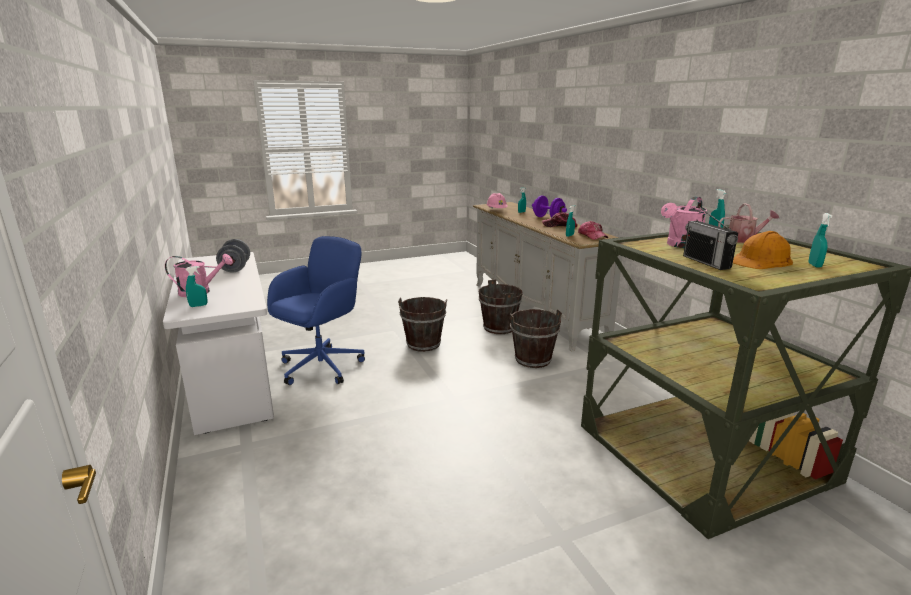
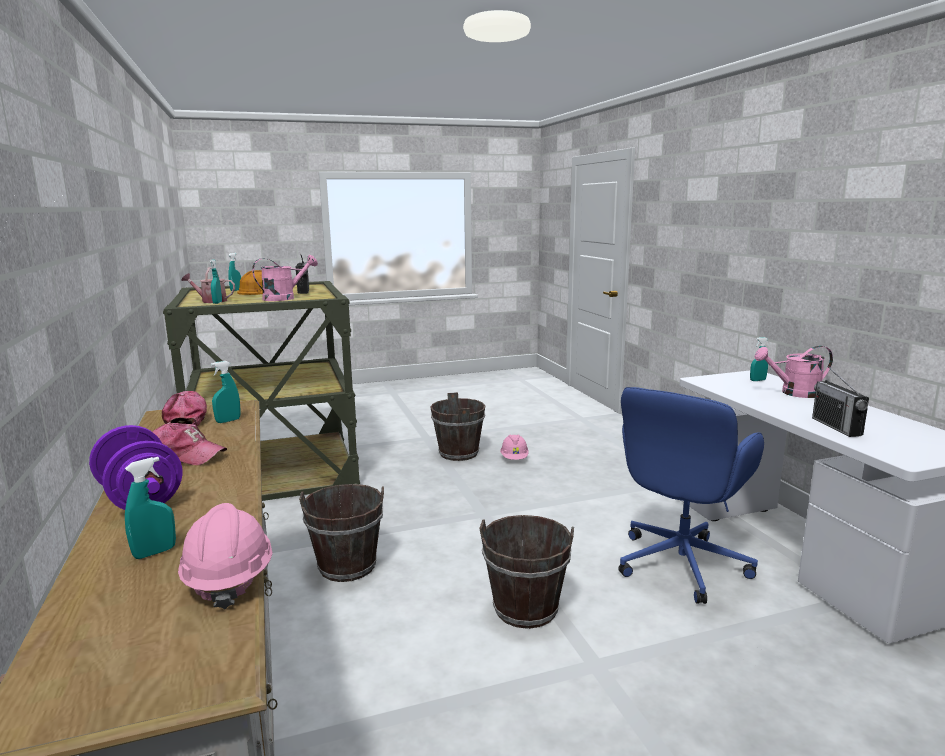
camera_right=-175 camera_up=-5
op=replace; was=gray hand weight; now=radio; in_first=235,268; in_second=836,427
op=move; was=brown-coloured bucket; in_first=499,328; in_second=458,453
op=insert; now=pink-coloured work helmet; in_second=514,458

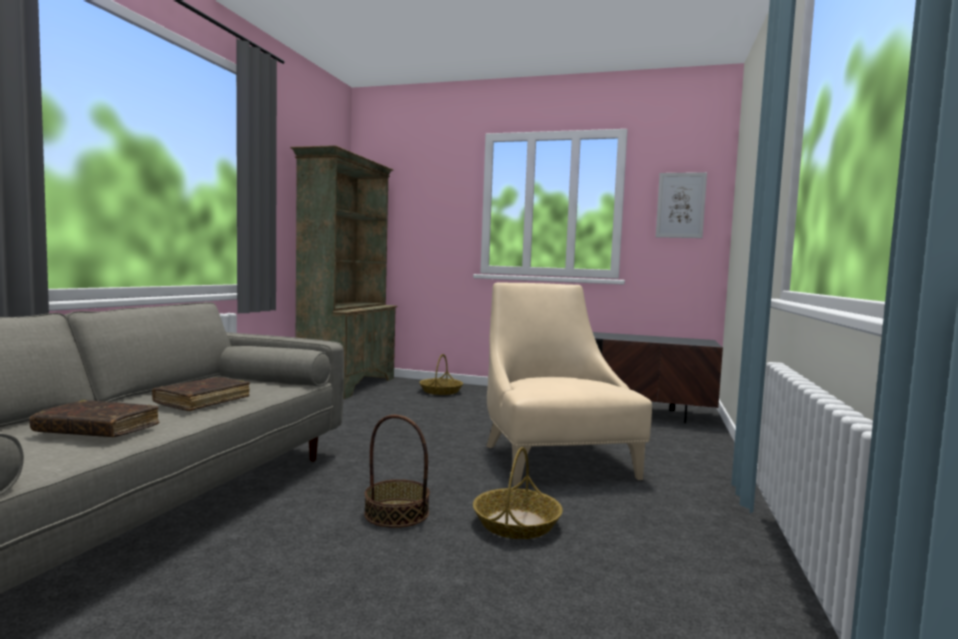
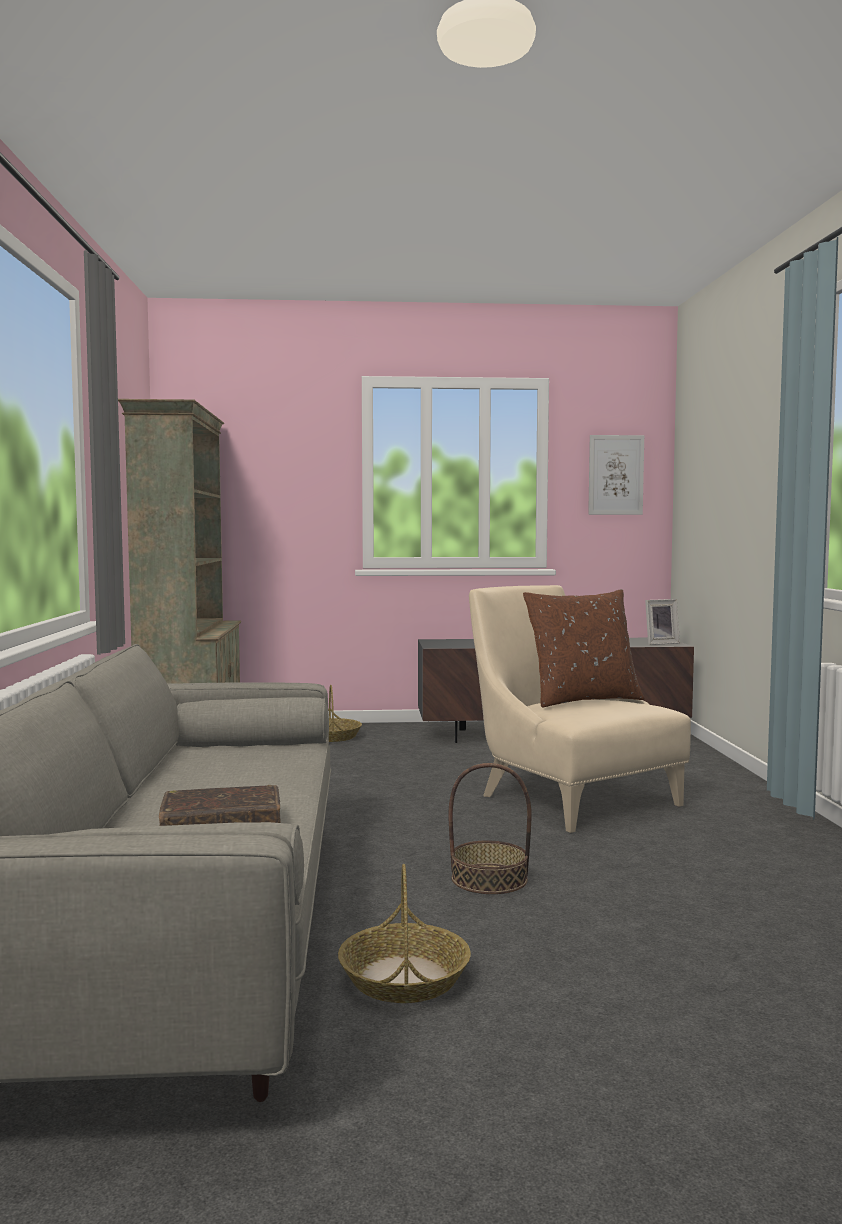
camera_right=-20 camera_up=0
op=delete; was=brown-coloured volume; in_first=203,401
op=move; was=household basket; in_first=516,524; in_second=404,978
op=insert; now=brown-coloured pillow; in_second=582,700
op=insert; now=photo frame; in_second=659,643

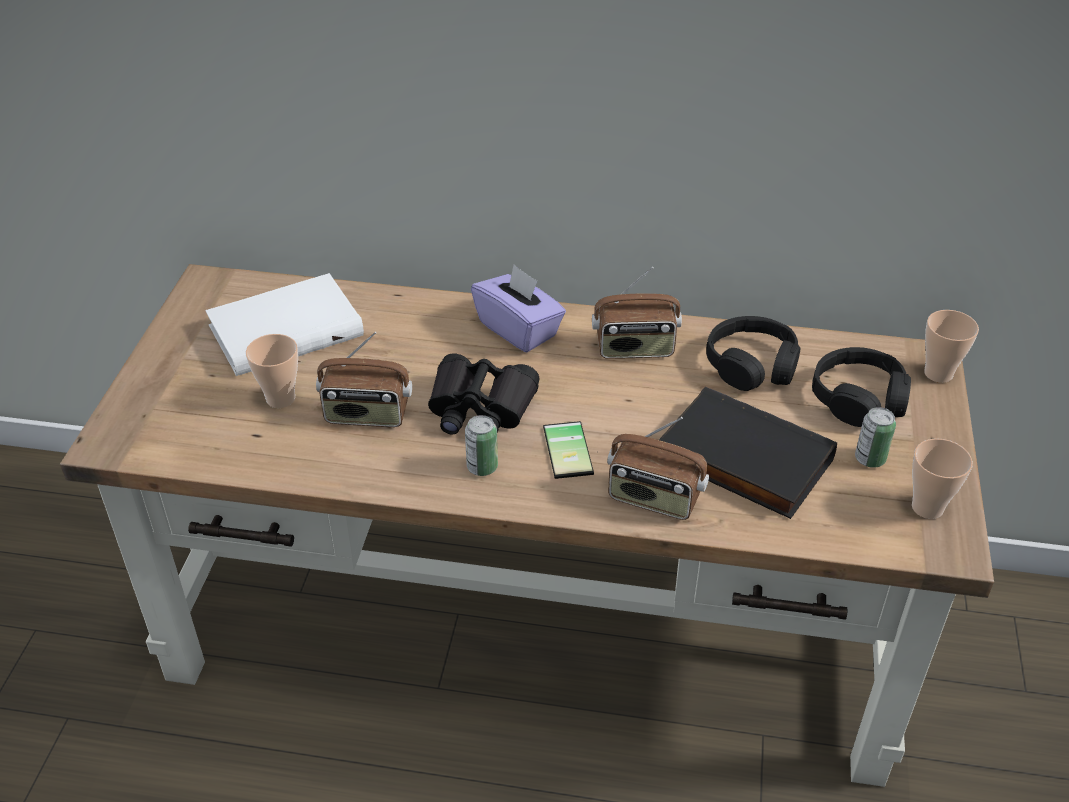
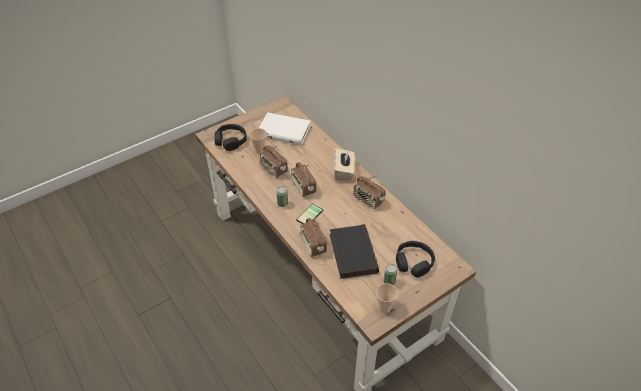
camera_right=45 camera_up=5
op=replace; was=blackish field glasses; now=radio; in_first=480,408; in_second=303,187
op=recolor; was=purple box of tissues; now=sand-coloured box of tissues; in_first=519,329; in_second=344,171
op=move; was=blackish headset; in_first=752,365; in_second=231,141
op=delete; was=cup; in_first=938,373

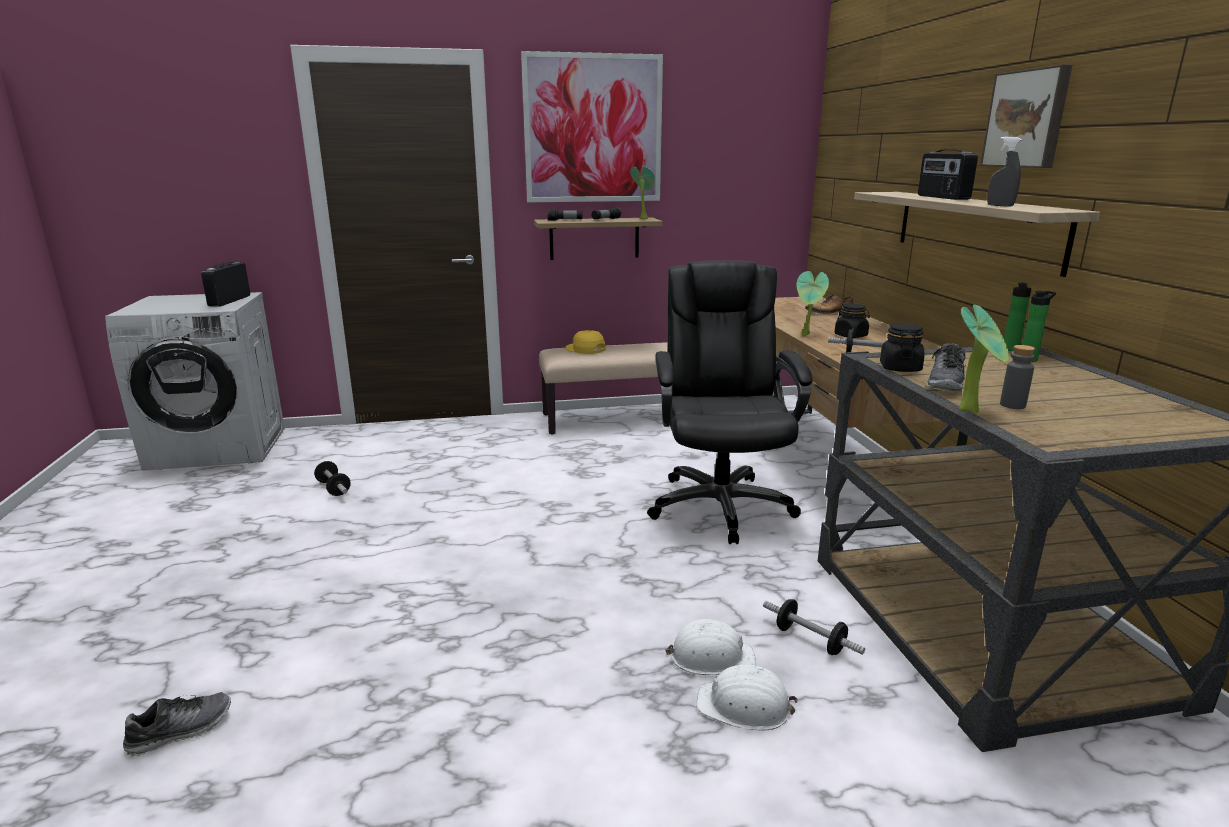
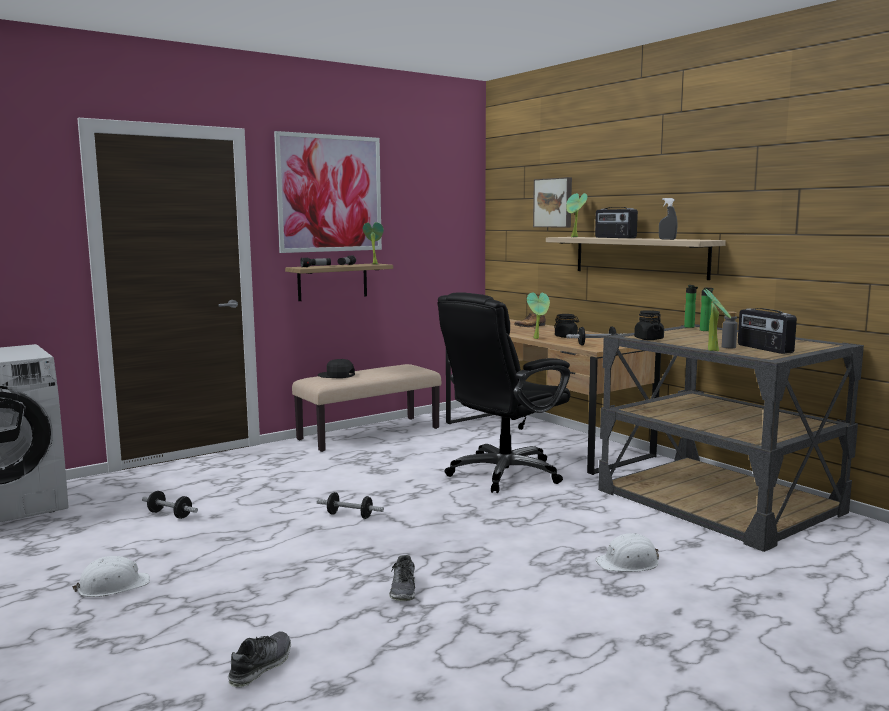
camera_right=-25 camera_up=-10
op=move; was=radio; in_first=229,301; in_second=764,349
op=recolor; was=yellowish cap; now=blackish cap; in_first=585,349; in_second=336,375
op=rotate; was=blackish desk chair; in_first=720,506; in_second=504,473; clockwise=-105
op=move; was=whitish work helmet; in_first=711,657; in_second=113,586
op=move; was=hand weight; in_first=810,640; in_second=350,515
op=move; was=shoe; in_first=946,383; in_second=404,590
op=move; was=picture; in_first=1027,119; in_second=554,203
op=insert; now=houseplant; in_second=574,237

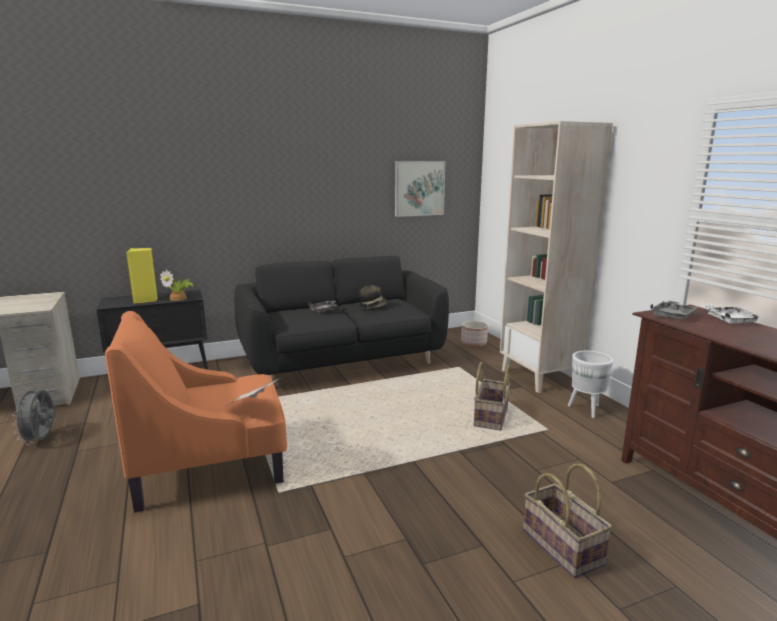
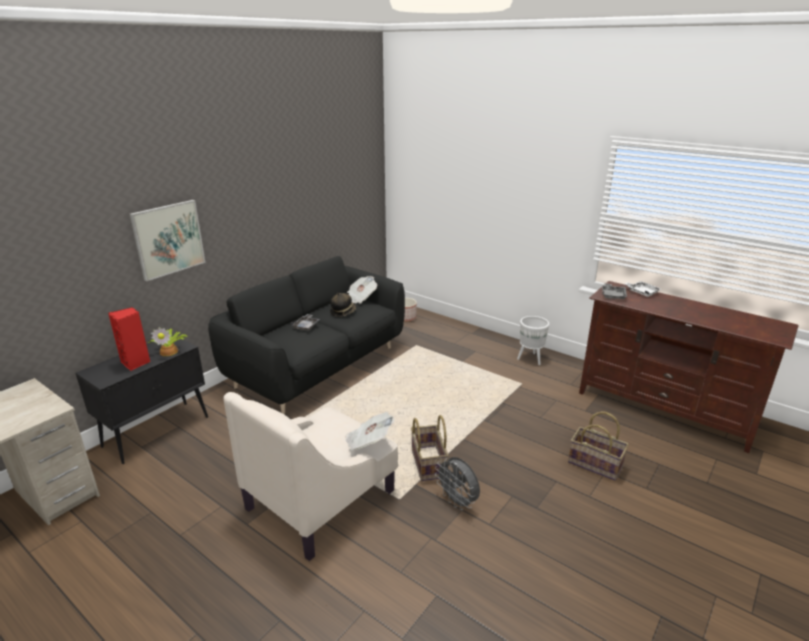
camera_right=-30 camera_up=10
op=move; was=gray electric fan; in_first=41,440; in_second=458,502
op=recolor; was=orange easy chair; now=sand-coloured easy chair; in_first=212,465; in_second=322,499
op=recolor; was=yellowish speaker; now=red-coloured speaker; in_first=145,300; in_second=136,363
op=move; was=picture; in_first=419,188; in_second=168,239
op=move; was=household basket; in_first=490,417; in_second=427,463
op=delete; was=sand-coloured shelving unit; in_first=540,377
op=insert; now=printed paper; in_second=360,298

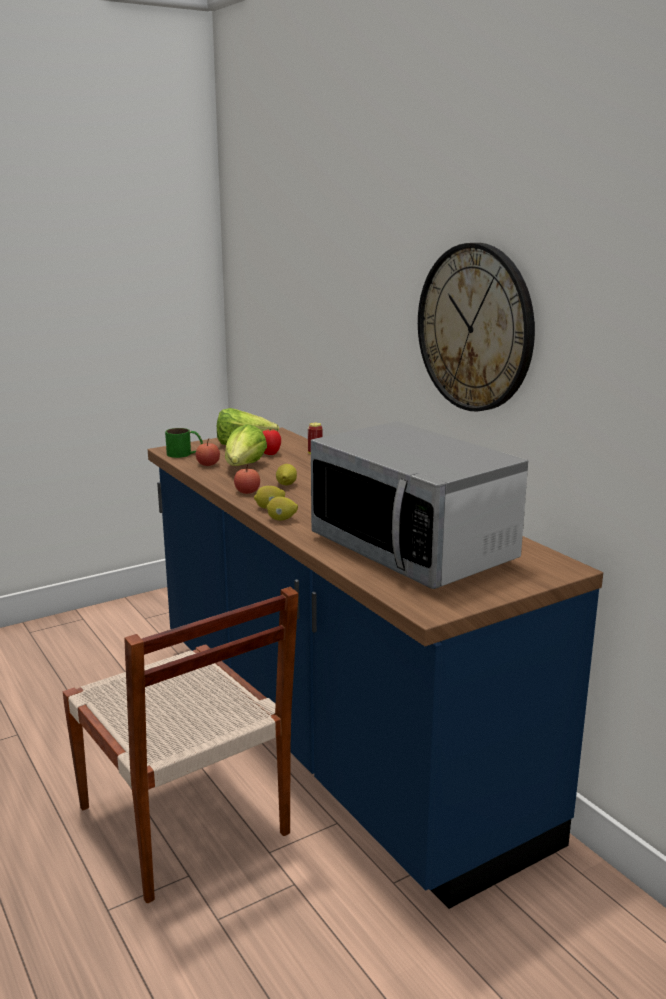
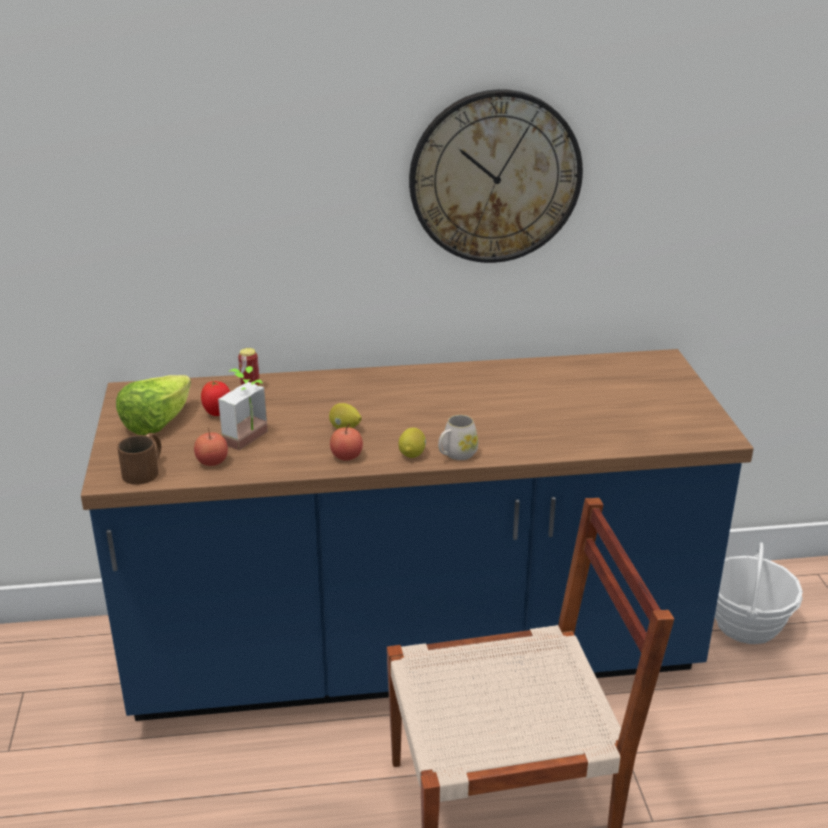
camera_right=-65 camera_up=10
op=recolor; was=green-coloured tea mug; now=brown-coloured tea mug; in_first=185,454; in_second=145,470
op=replace; was=lettuce head; now=houseplant; in_first=244,467; in_second=252,440
op=replace; was=lemon; now=whitish tea mug; in_first=281,519; in_second=456,455
op=delete; was=microwave oven; in_first=413,550
op=insert; now=household basket; in_second=746,624

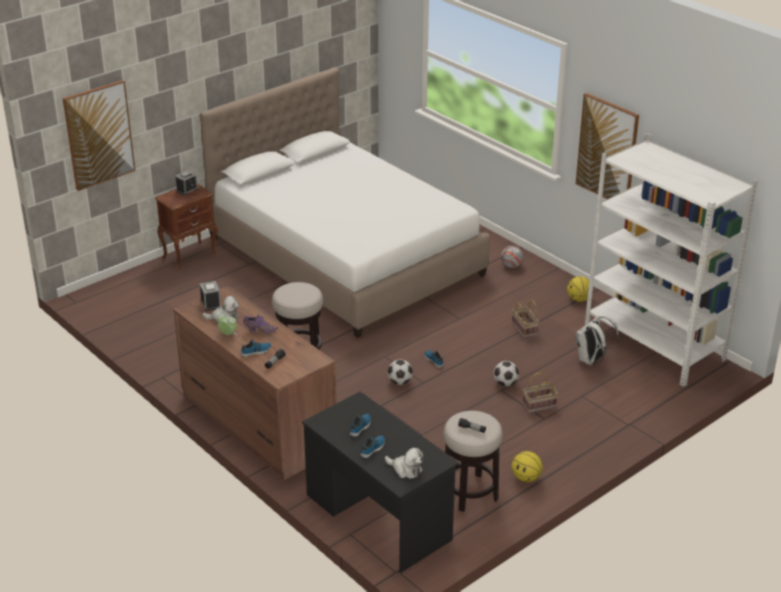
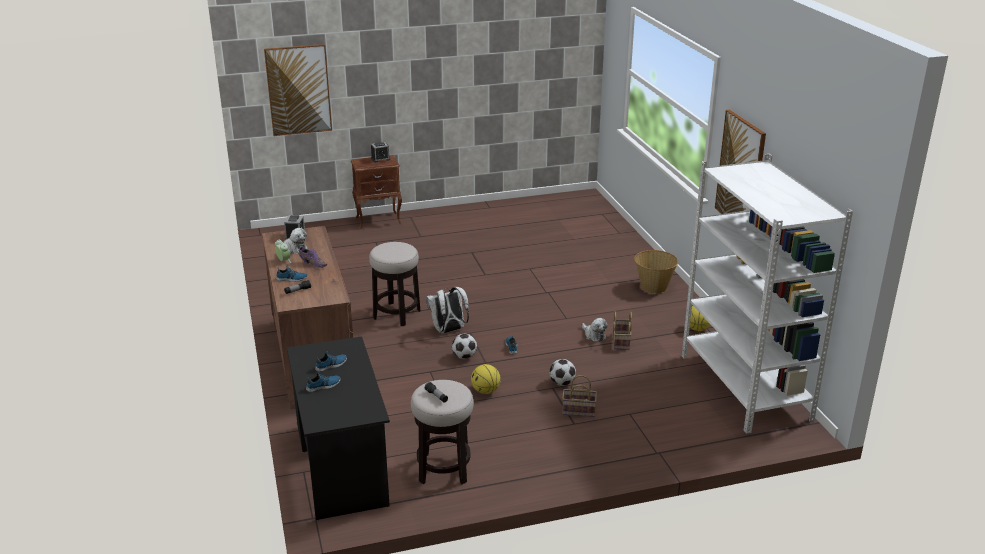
camera_right=25 camera_up=-5
op=delete; was=whitish sleeping bed; in_first=345,256
op=move; was=plush toy; in_first=405,469; in_second=594,335
op=replace; was=ball for football; now=household basket; in_first=511,266; in_second=653,287
op=move; was=ball for basketball; in_first=526,478; in_second=485,391
op=move; was=whitish rucksack; in_first=591,360; in_second=448,330

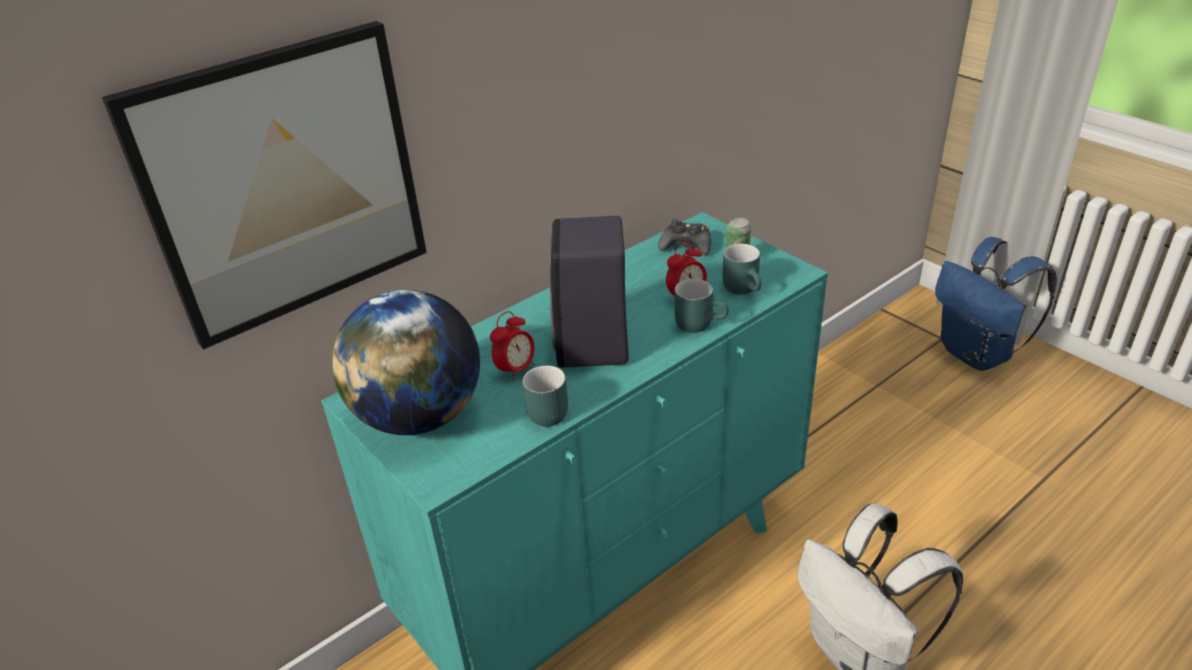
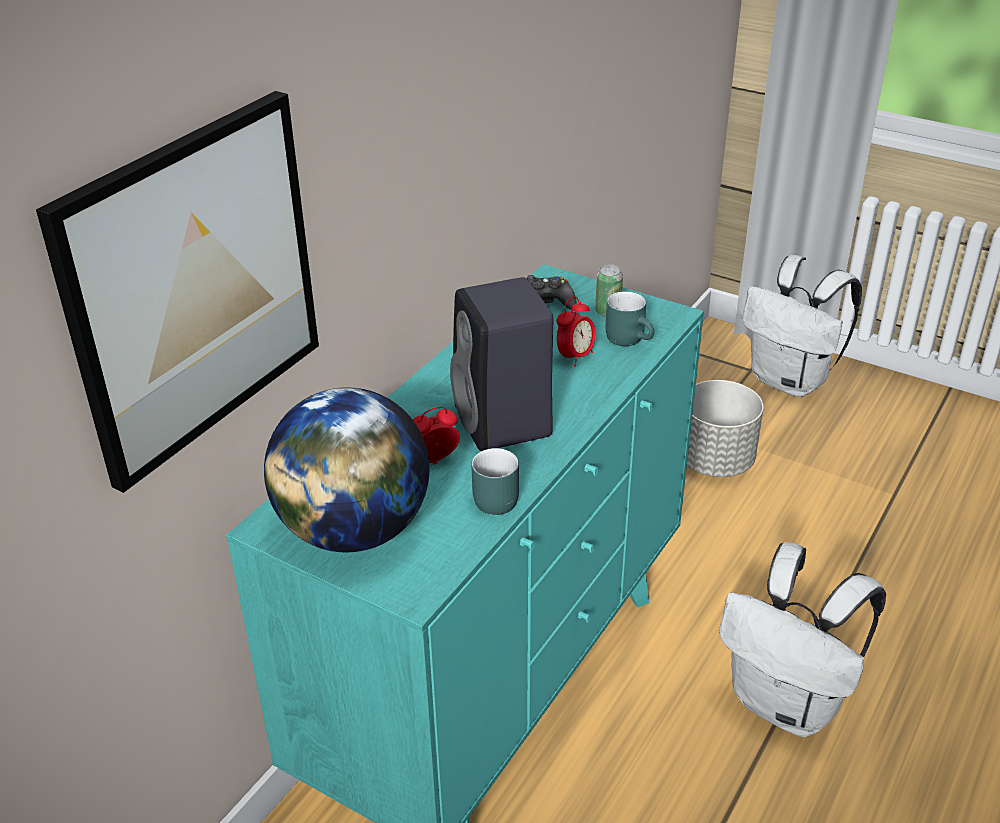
camera_right=-20 camera_up=0
op=rotate; was=alarm clock; in_first=516,369; in_second=434,462; clockwise=-135
op=delete; was=blue-green tea mug; in_first=700,323
op=recolor; was=blue rucksack; now=whitish rucksack; in_first=977,355; in_second=791,381
op=insert; now=gray plant pot; in_second=715,462

